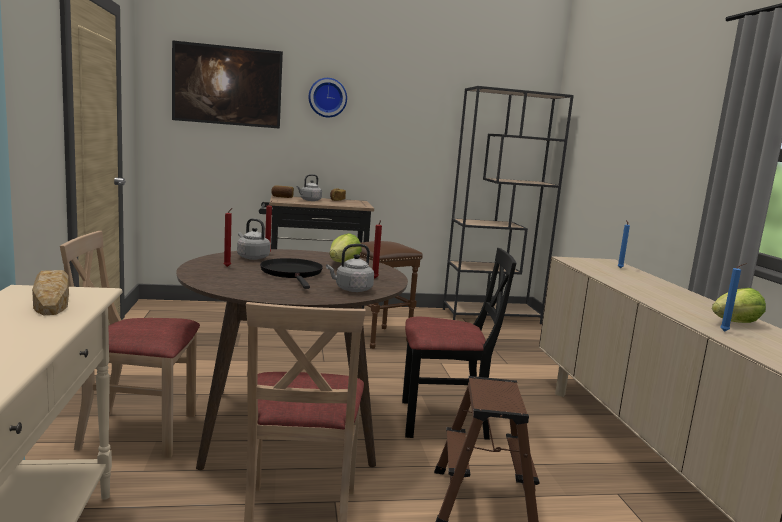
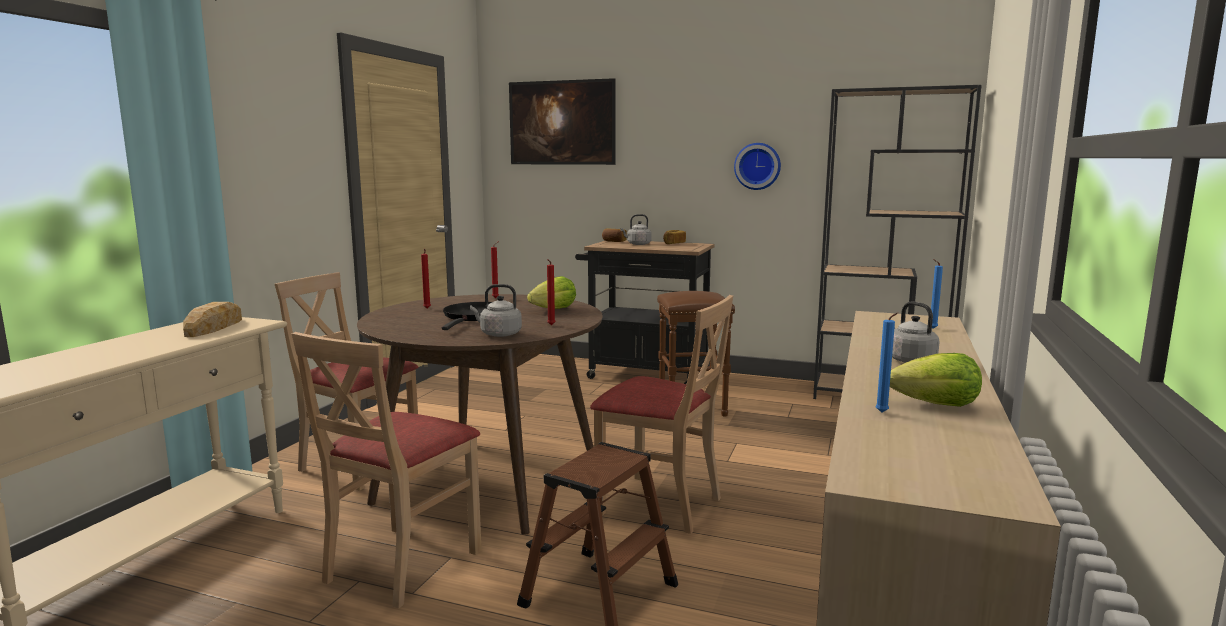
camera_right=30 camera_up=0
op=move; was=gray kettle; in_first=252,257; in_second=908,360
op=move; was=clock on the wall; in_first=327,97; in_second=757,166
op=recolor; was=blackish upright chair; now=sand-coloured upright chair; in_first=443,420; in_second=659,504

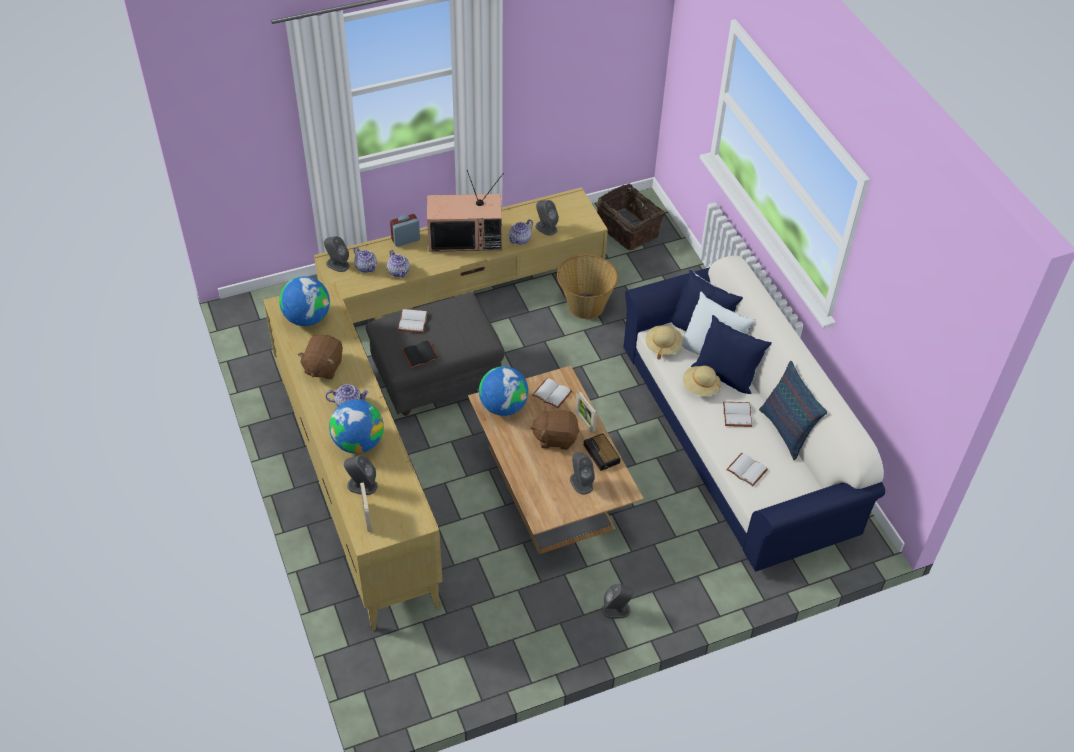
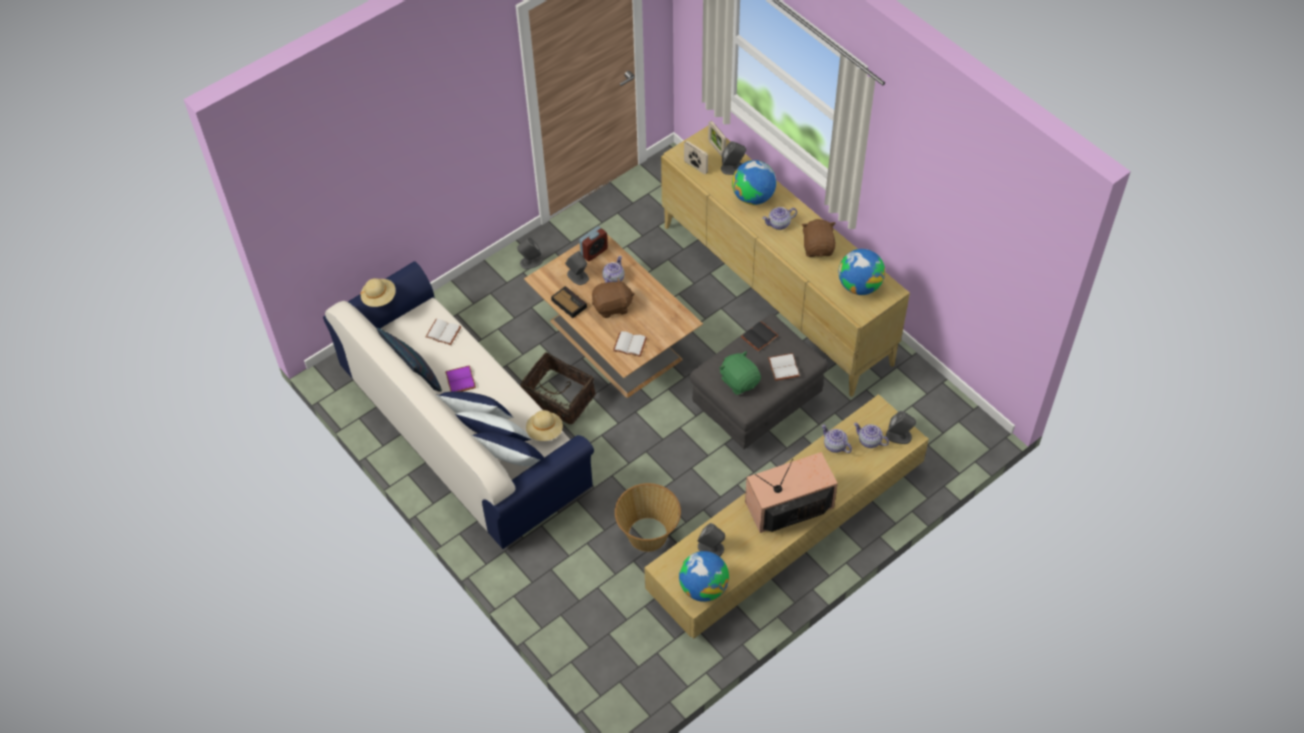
camera_right=165 camera_up=5
op=move; was=alarm clock; in_first=405,240; in_second=594,252
op=move; was=desk globe; in_first=503,406; in_second=703,587
op=move; was=teapot; in_first=520,239; in_second=613,278
op=move; was=photo frame; in_first=585,422; in_second=695,167
op=move; was=household basket; in_first=628,229; in_second=559,399
op=move; was=sand-coloured hat; in_first=700,387; in_second=379,298
op=recolor; was=whitish volume; now=purple volume; in_first=736,414; in_second=461,380
op=insert; now=green-coloured plush toy; in_second=739,381

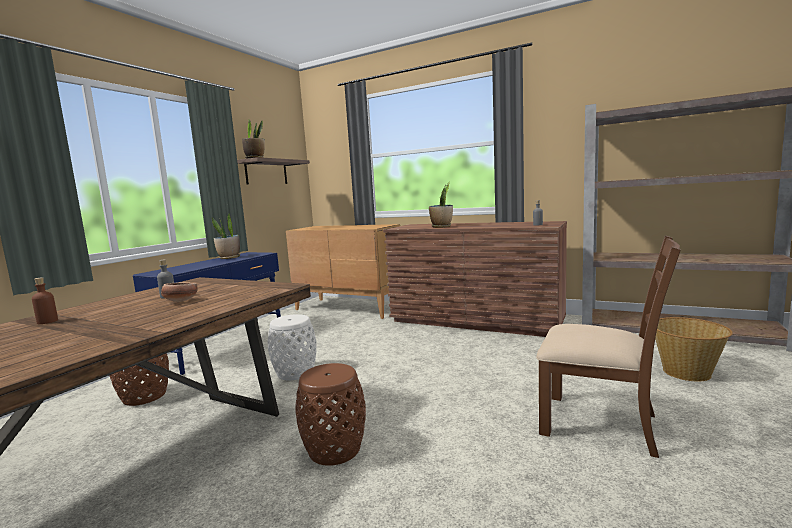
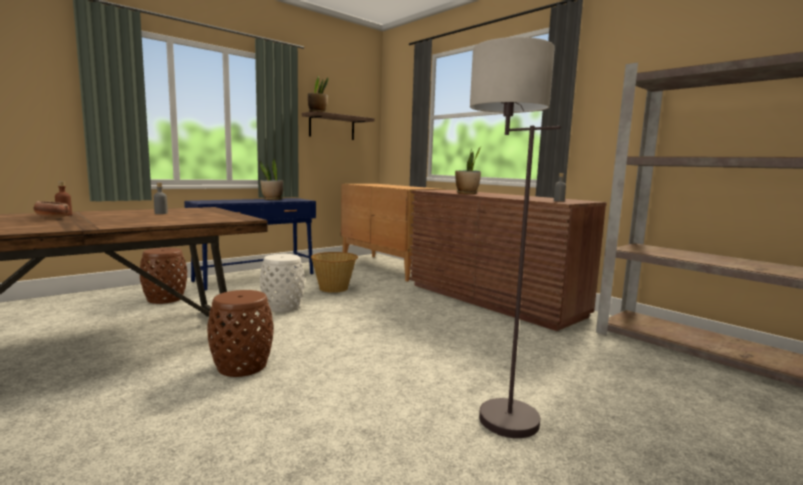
camera_right=20 camera_up=0
op=move; was=deep dish; in_first=180,301; in_second=52,218
op=replace; was=brown-coloured upright chair; now=gray standard lamp; in_first=600,423; in_second=494,412
op=move; was=household basket; in_first=687,372; in_second=334,288

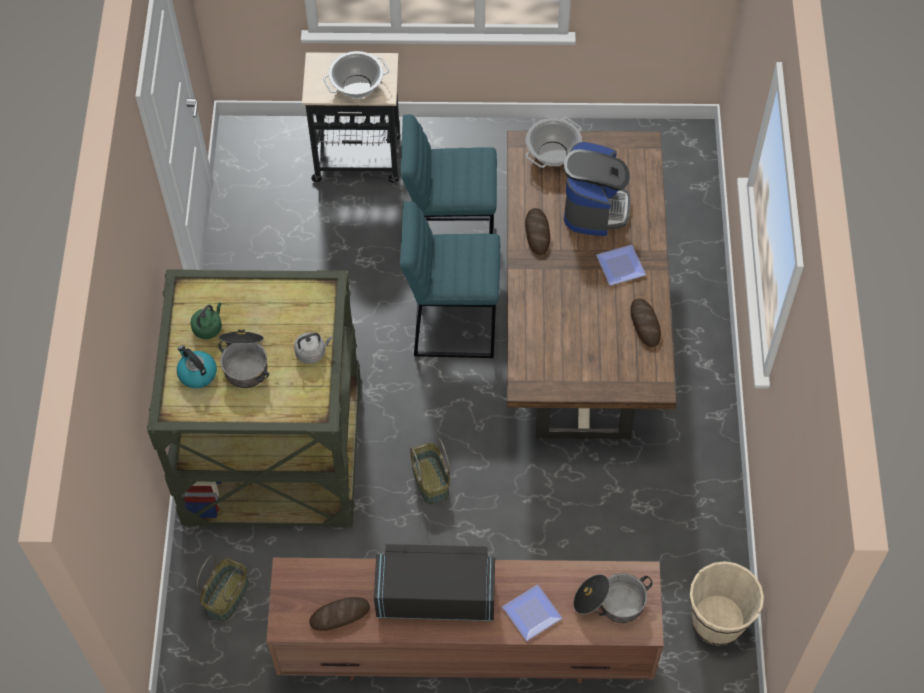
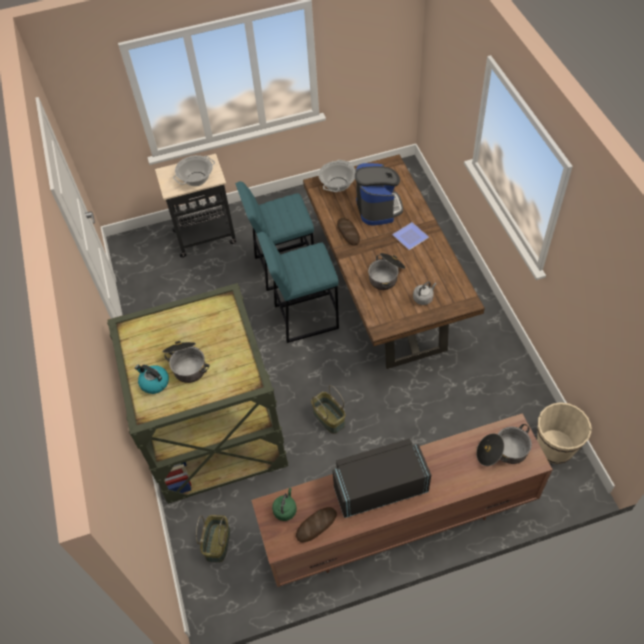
camera_right=-15 camera_up=-5
op=move; was=green-coloured kettle; in_first=208,327; in_second=285,509
op=move; was=gray kettle; in_first=312,352; in_second=423,298
op=delete; was=flat dish; in_first=531,615
op=delete; was=bakery bread; in_first=645,324
op=insert; now=stockpot; in_second=386,276

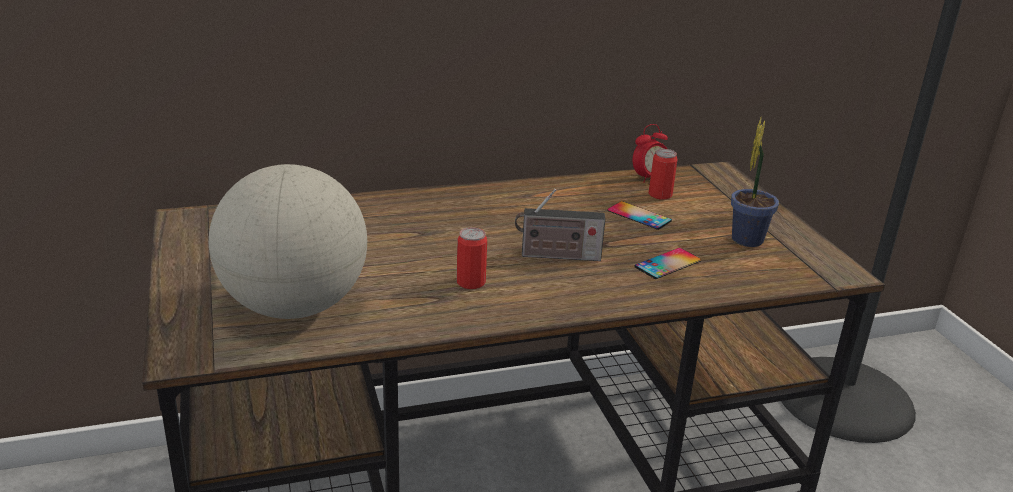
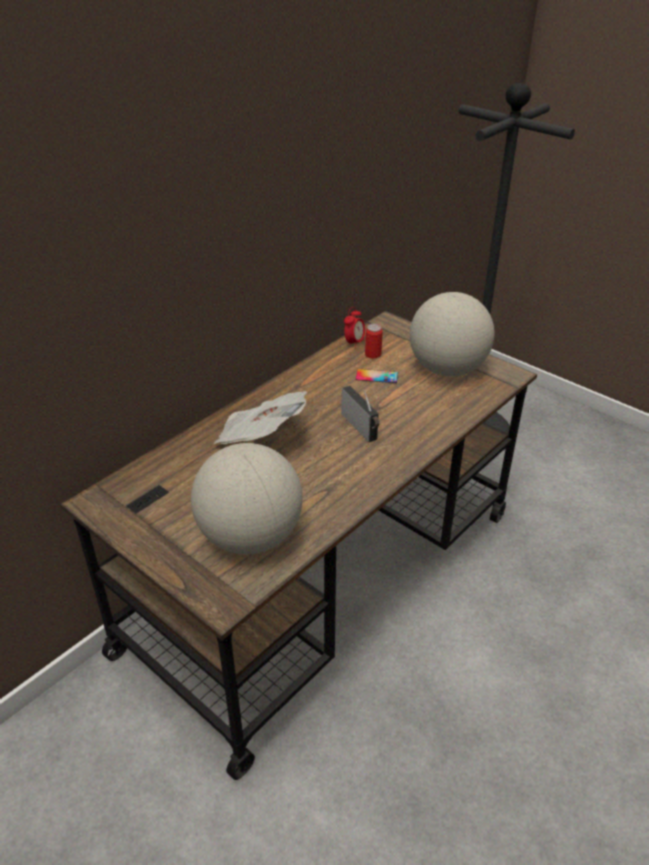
camera_right=-30 camera_up=10
op=delete; was=sealed can; in_first=471,282
op=rotate; was=radio; in_first=556,256; in_second=361,427; clockwise=-90
op=delete; was=telephone; in_first=667,264
op=replace; was=houseplant; now=desk globe; in_first=748,238; in_second=447,369
op=insert; now=printed paper; in_second=261,438

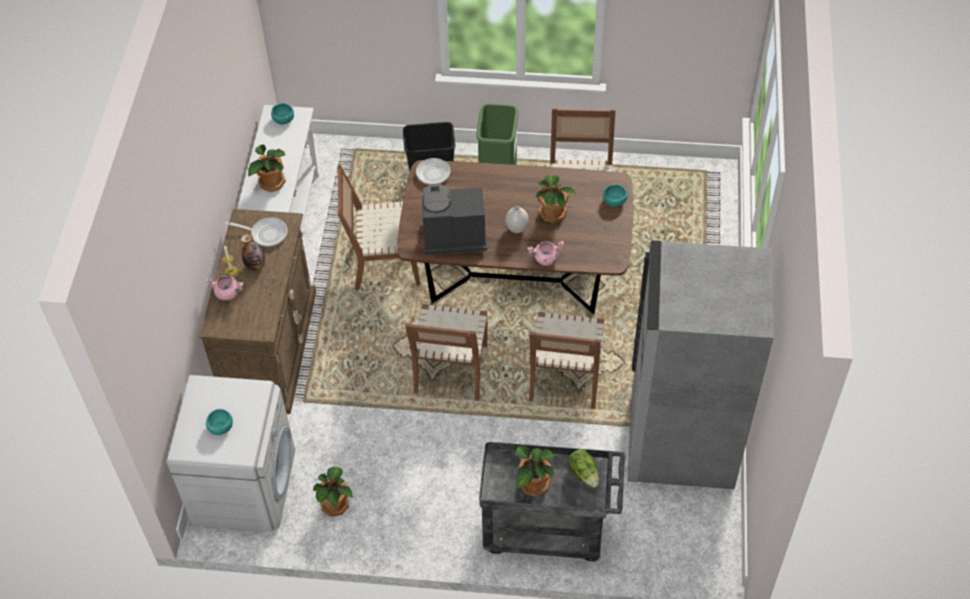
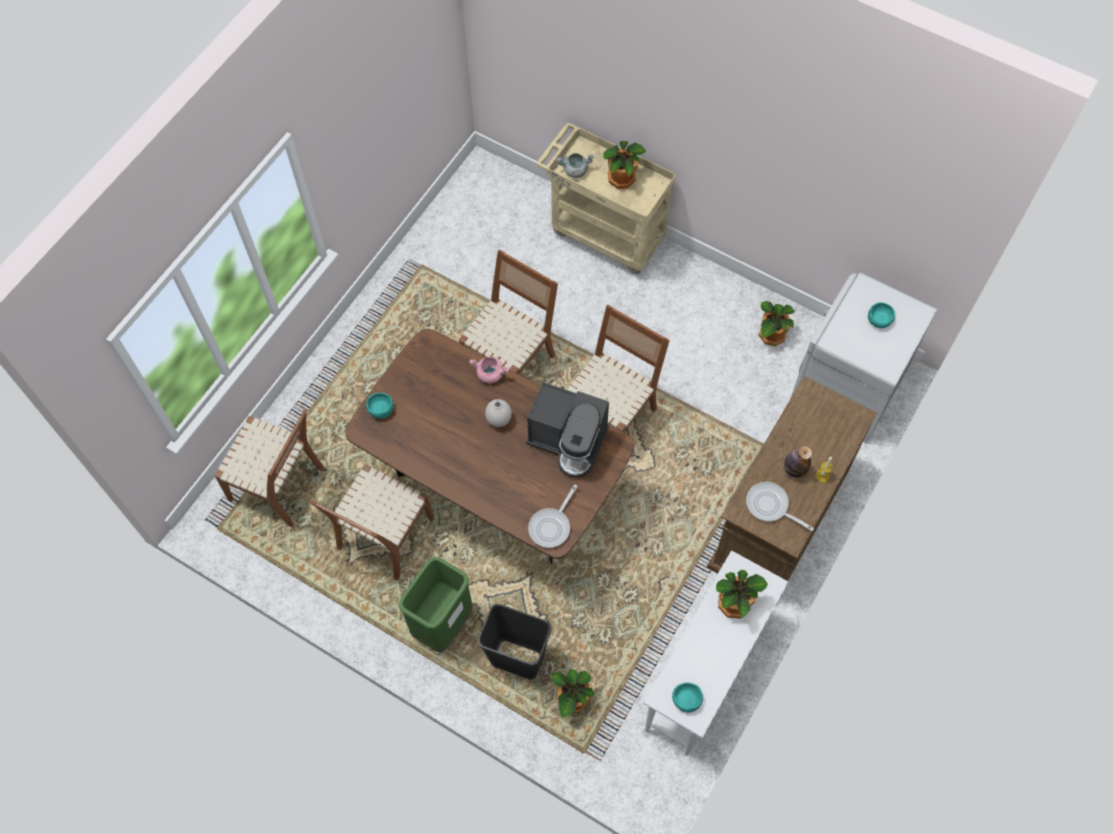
camera_right=-155 camera_up=10
op=delete; was=pink-coloured stockpot; in_first=227,293
op=move; was=upright chair; in_first=383,264; in_second=280,487
op=recolor; was=blackish cart; now=sand-coloured cart; in_first=549,536; in_second=602,237
op=move; was=houseplant; in_first=553,213; in_second=572,700
op=replace; was=lettuce head; now=gray stockpot; in_first=584,473; in_second=575,171
op=delete; was=gray refrigerator; in_first=681,444

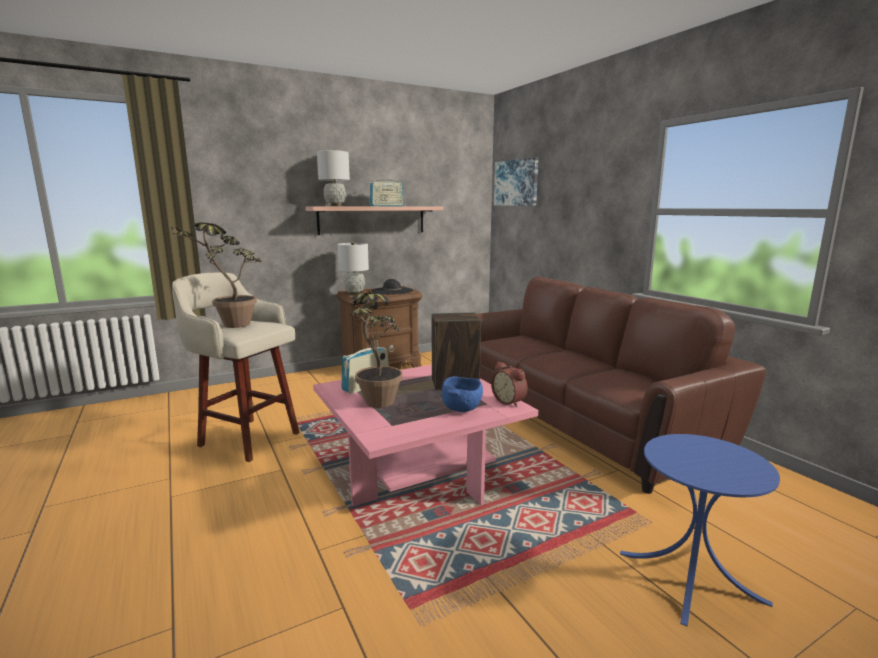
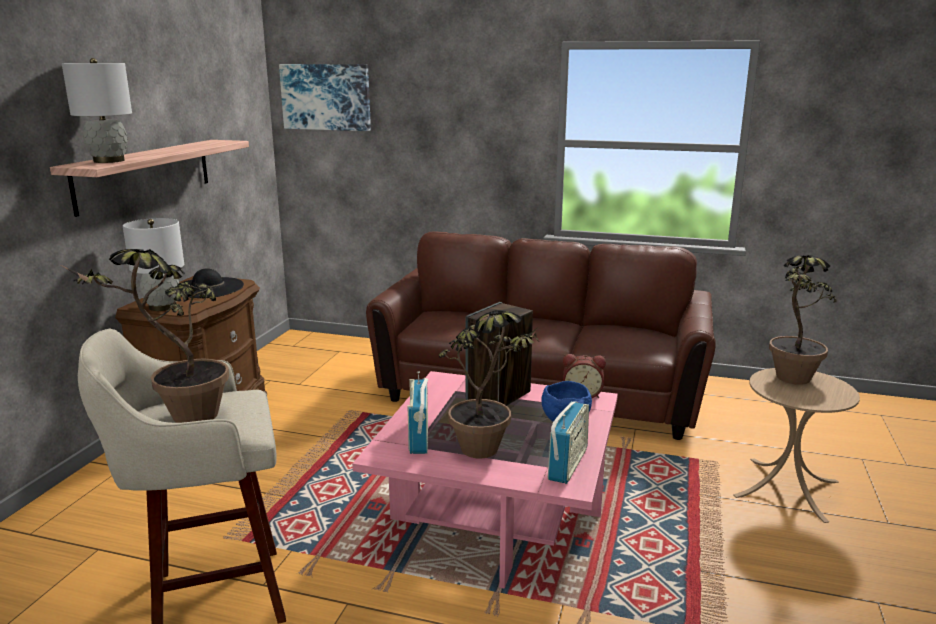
camera_right=-45 camera_up=5
op=move; was=radio; in_first=386,206; in_second=567,464
op=recolor; was=blue accent table; now=sand-coloured accent table; in_first=691,577; in_second=786,488
op=insert; now=houseplant; in_second=790,382

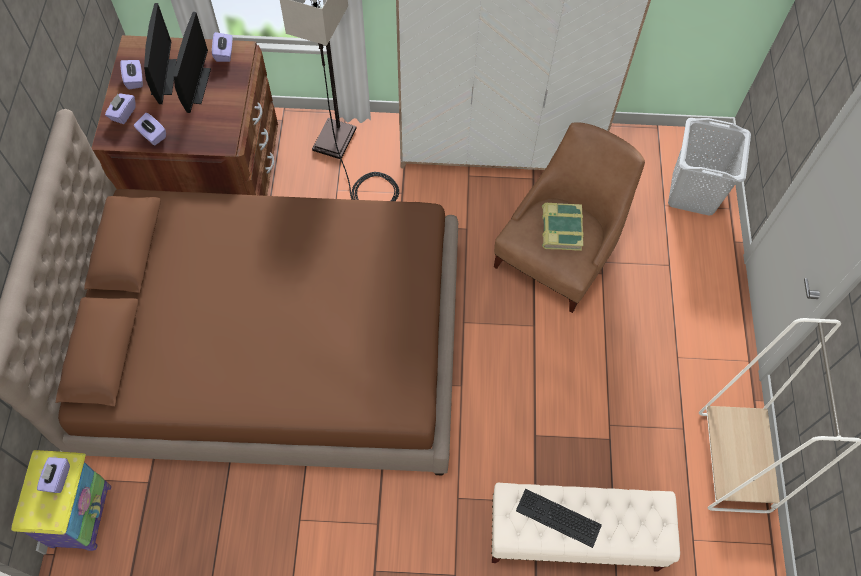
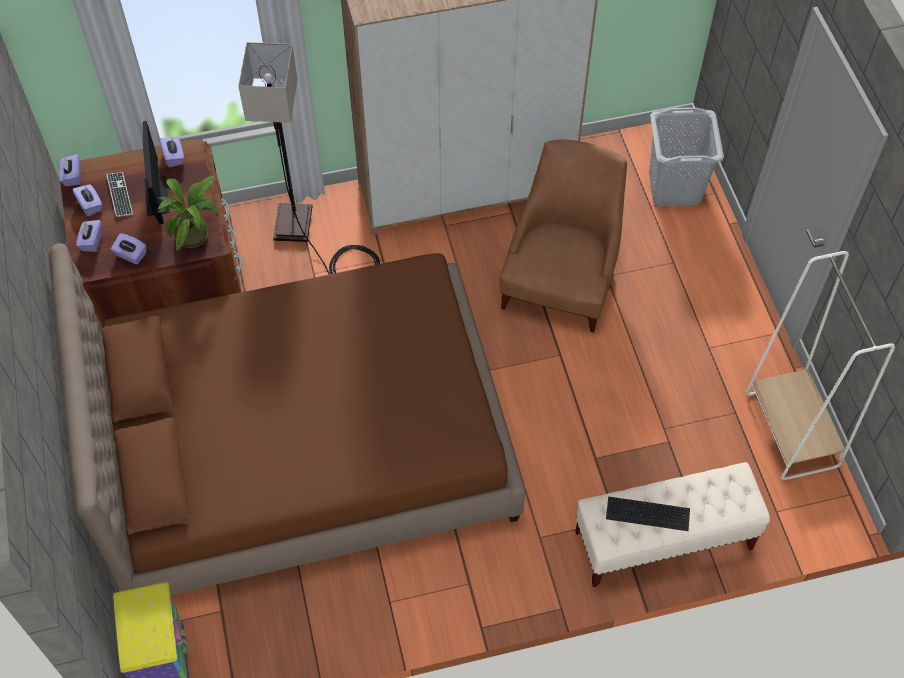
camera_right=-15 camera_up=-5
op=move; was=purple box of tissues; in_first=57,478; in_second=72,176
op=replace; was=computer display; now=PC keyboard; in_first=164,77; in_second=119,195
op=delete; was=volume; in_first=560,229
op=insert; now=houseplant; in_second=196,234

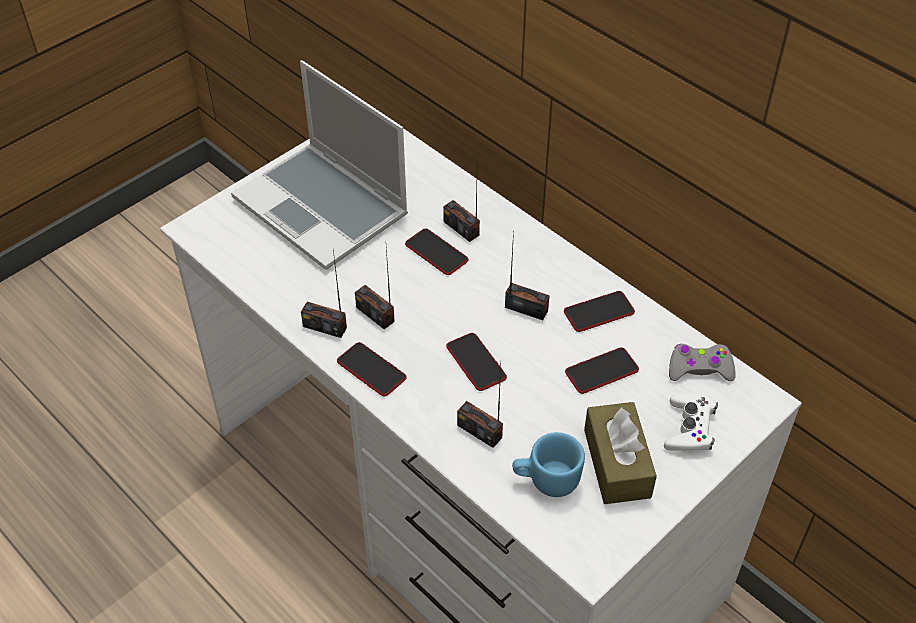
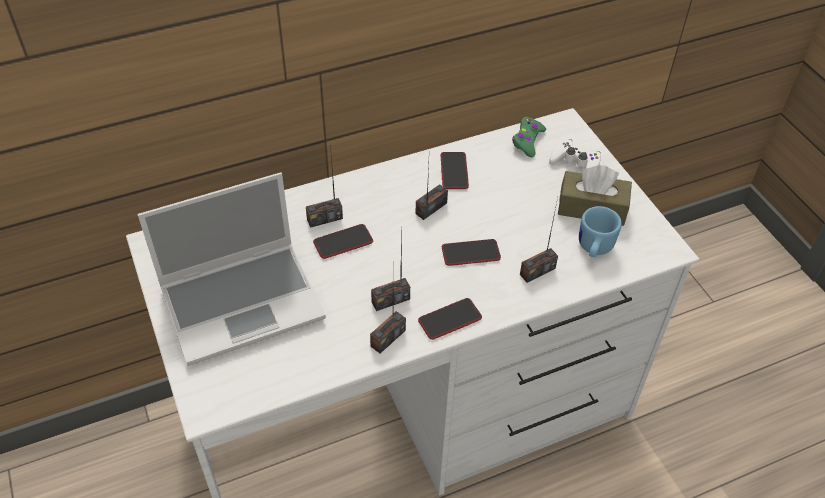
camera_right=-70 camera_up=0
op=delete; was=telephone; in_first=601,371
op=recolor; was=gray game controller; now=green-coloured game controller; in_first=699,368; in_second=527,141

